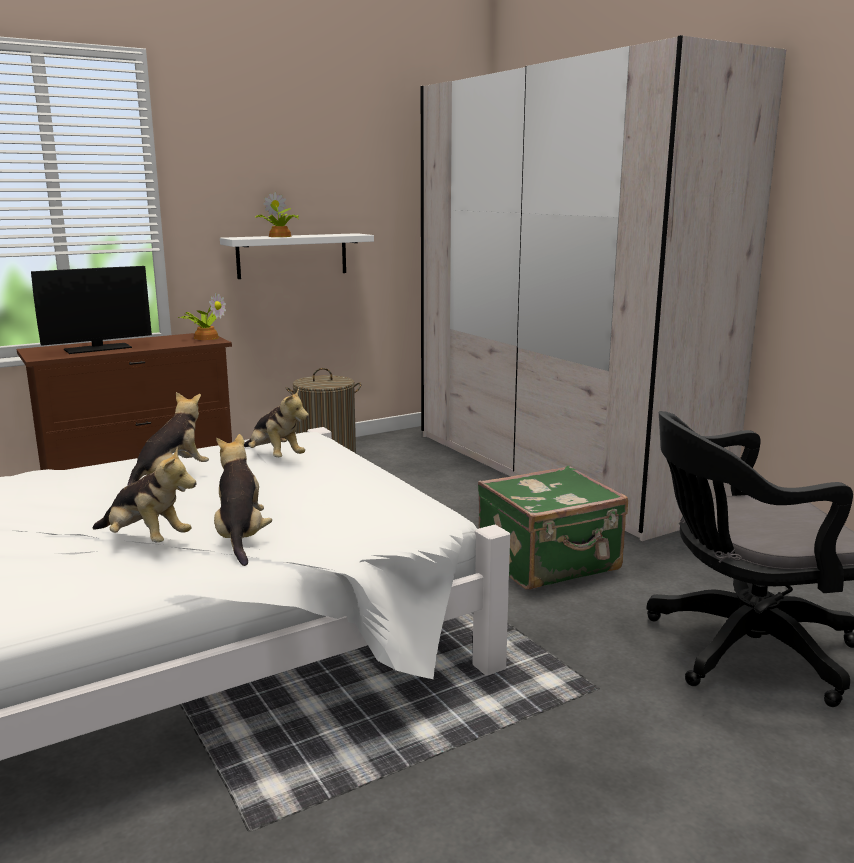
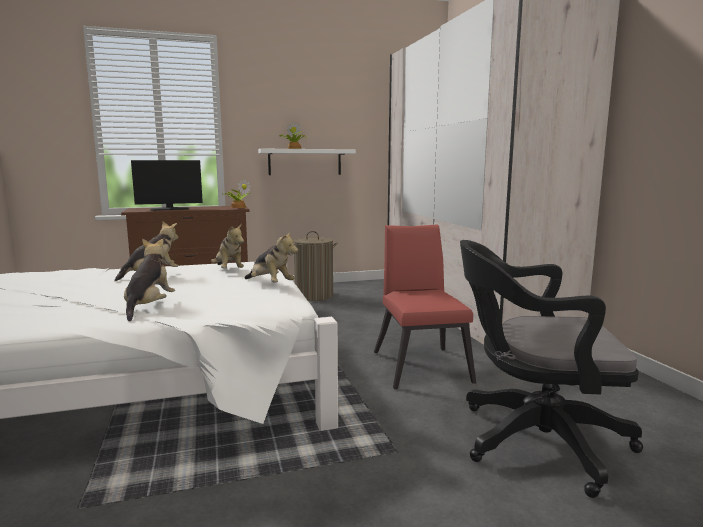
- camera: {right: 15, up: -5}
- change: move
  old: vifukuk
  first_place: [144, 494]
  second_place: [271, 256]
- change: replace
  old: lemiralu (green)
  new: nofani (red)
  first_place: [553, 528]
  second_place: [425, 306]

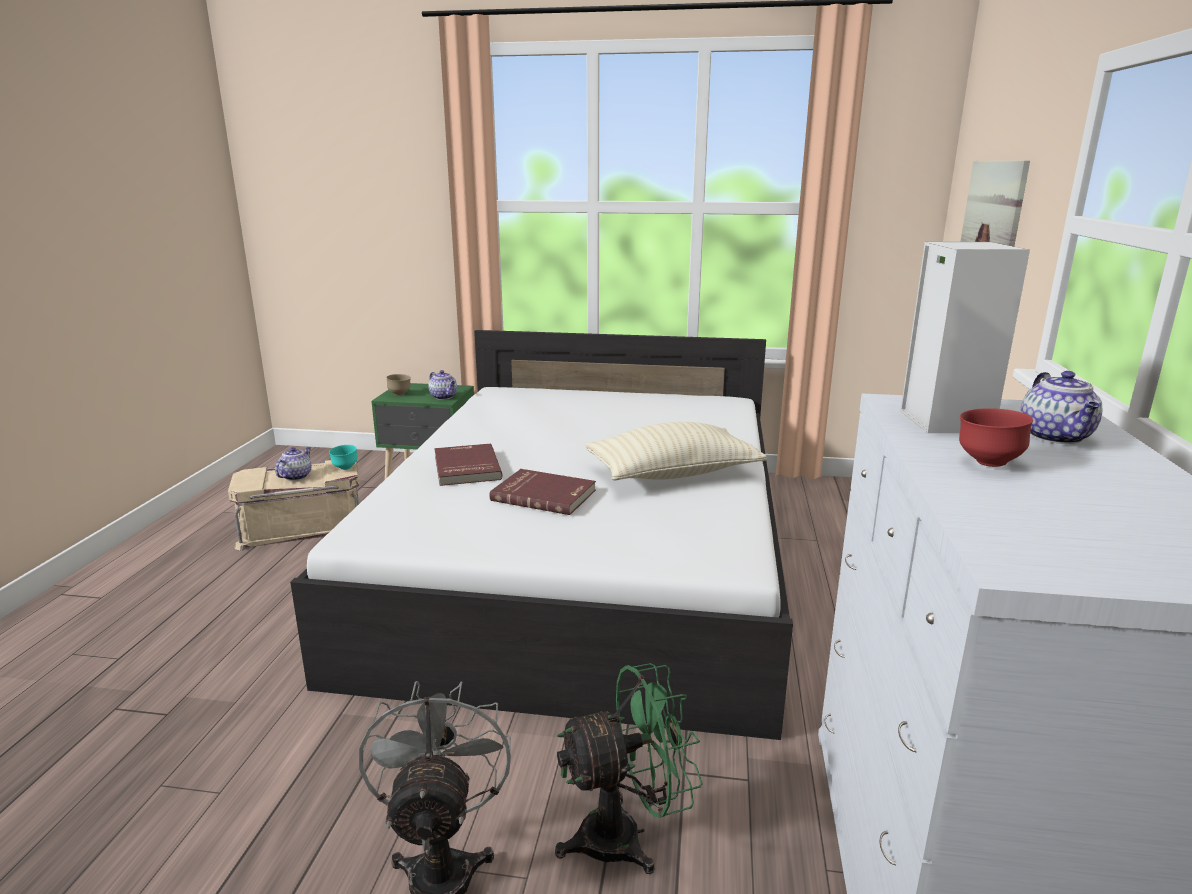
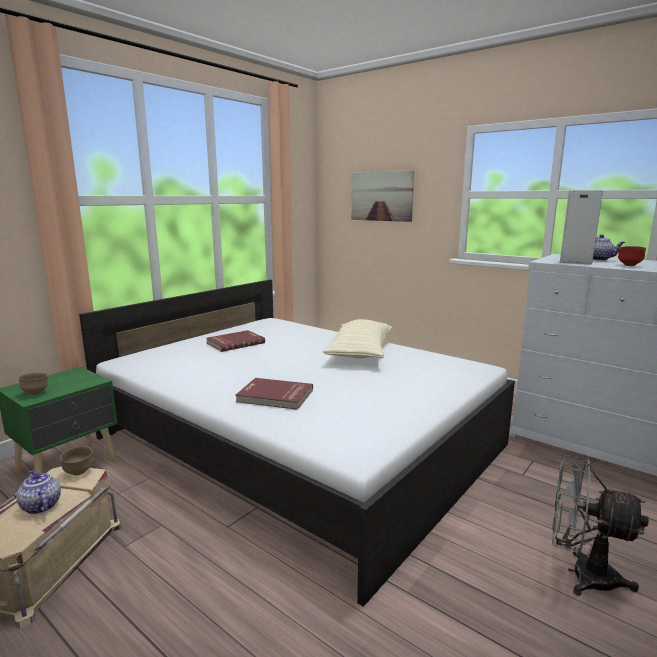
- camera: {right: -60, up: -5}
- change: recolor
  old: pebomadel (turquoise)
  new: pebomadel (brown)
  first_place: [343, 457]
  second_place: [76, 460]
- change: delete
  old: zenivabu
  first_place: [442, 385]
- change: move
  old: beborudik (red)
  first_place: [543, 492]
  second_place: [235, 341]
- change: delete
  old: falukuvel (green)
  first_place: [629, 768]

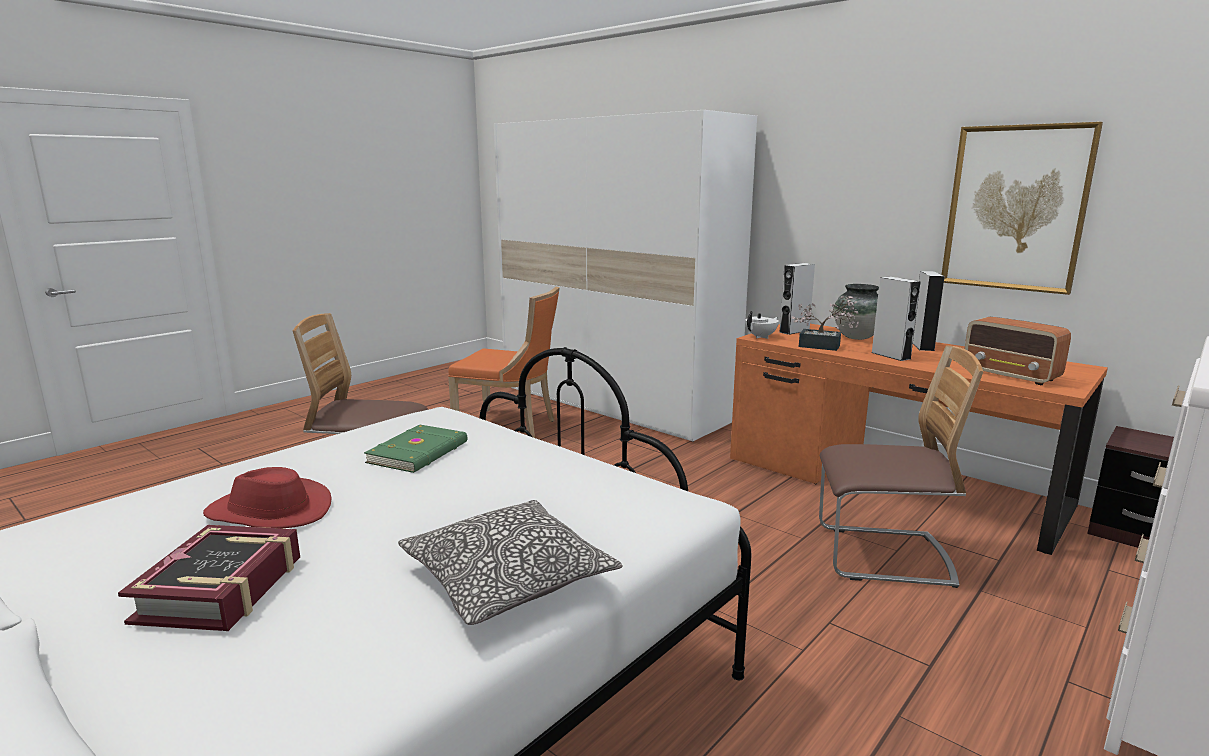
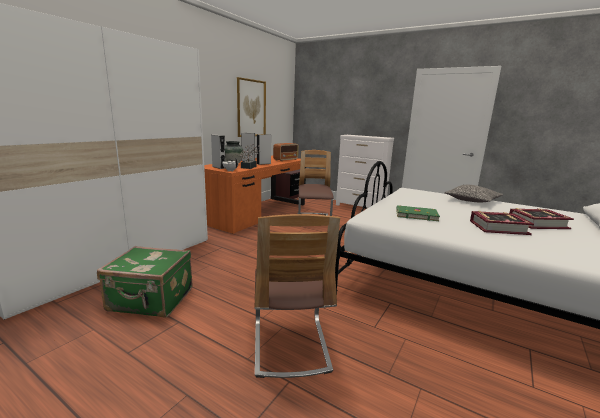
- camera: {right: -100, up: 0}
- change: replace
  old: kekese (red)
  new: beborudik
  first_place: [267, 497]
  second_place: [502, 223]
- change: replace
  old: nofani (orange)
  new: lemiralu (green)
  first_place: [504, 362]
  second_place: [144, 282]

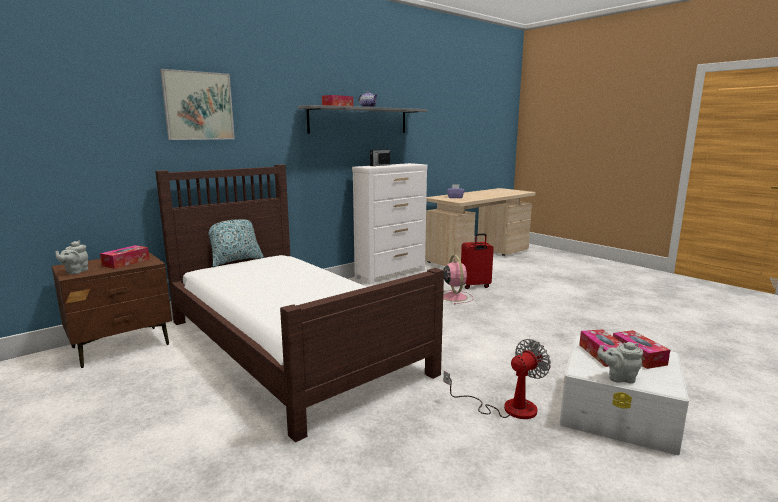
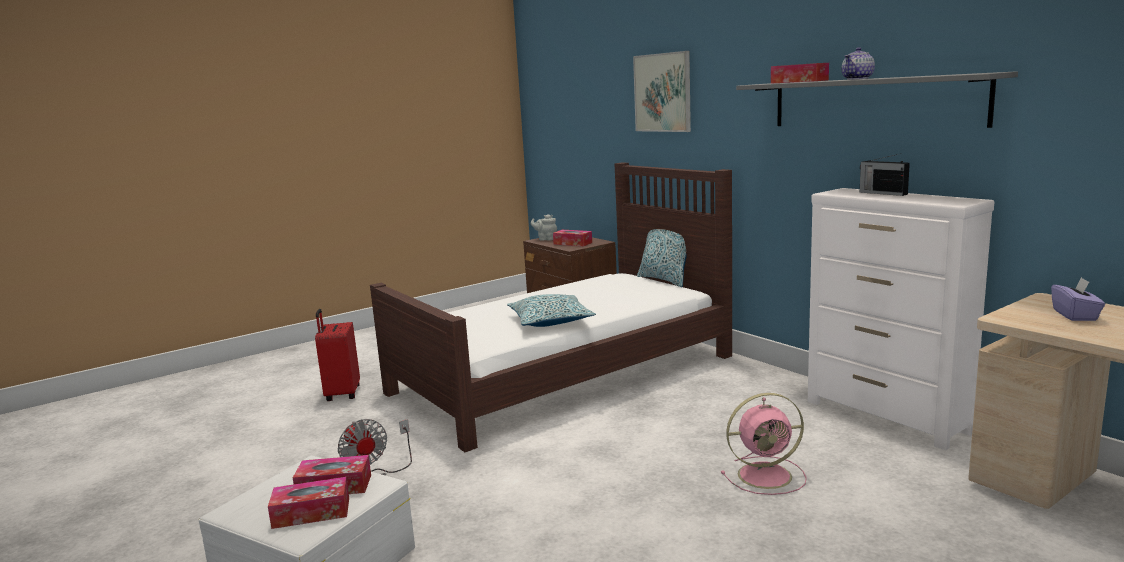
- camera: {right: 95, up: 0}
- change: move
  old: lemiralu (red)
  first_place: [477, 261]
  second_place: [337, 355]
- change: delete
  old: zenivabu (grey)
  first_place: [620, 363]
- change: insert
  new: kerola
  second_place: [551, 310]

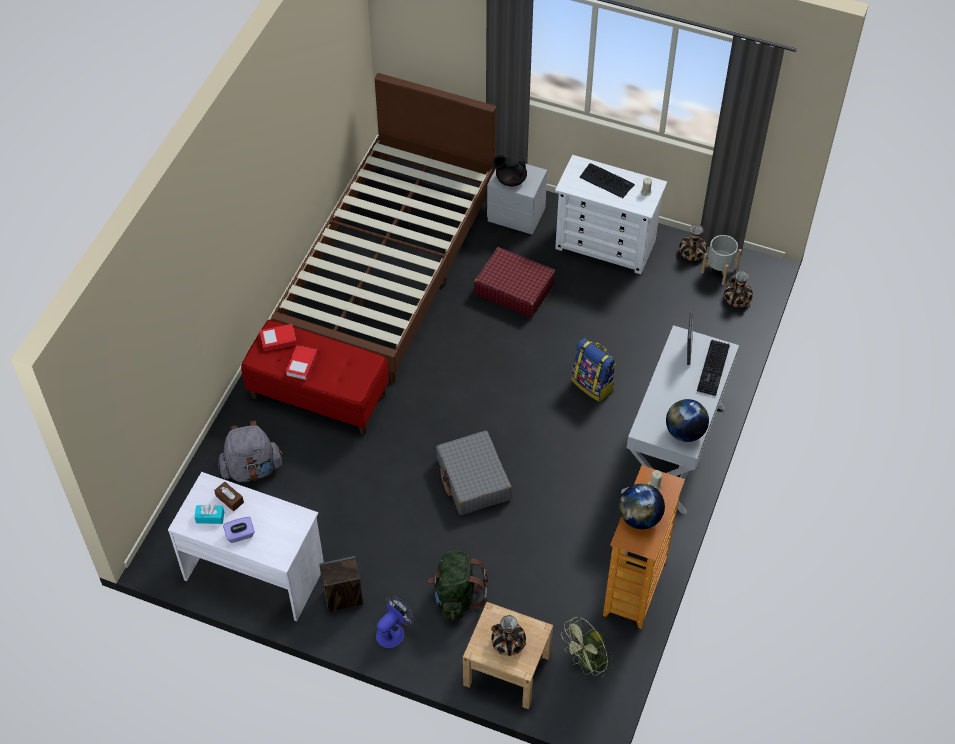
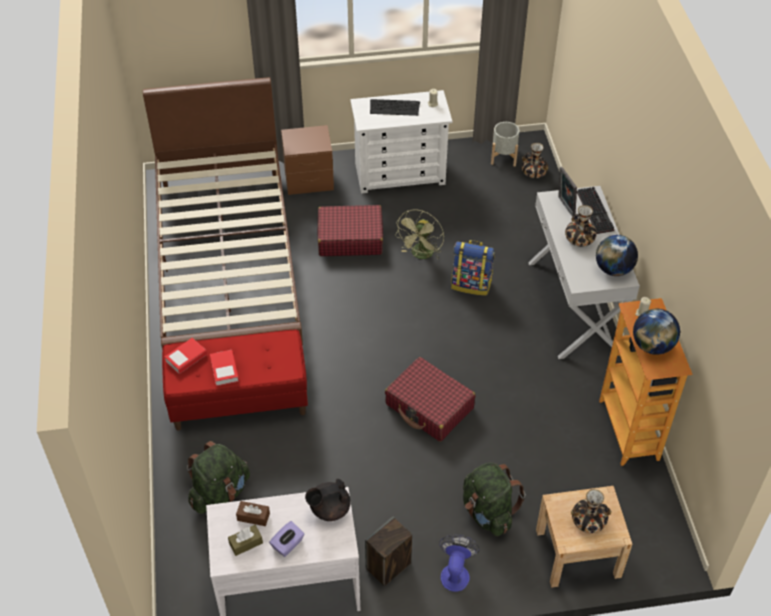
- camera: {right: -30, up: -5}
- change: recolor
  old: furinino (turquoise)
  new: furinino (brown)
  first_place: [209, 514]
  second_place: [245, 540]
- change: recolor
  old: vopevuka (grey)
  new: vopevuka (green)
  first_place: [250, 451]
  second_place: [218, 477]
- change: recolor
  old: lemiralu (grey)
  new: lemiralu (red)
  first_place: [474, 473]
  second_place: [430, 399]
- change: recolor
  old: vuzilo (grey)
  new: vuzilo (brown)
  first_place: [517, 199]
  second_place: [307, 160]
- change: move
  old: zenivabu (black)
  first_place: [510, 171]
  second_place: [328, 500]
- change: move
  old: falukuvel (green)
  first_place: [587, 646]
  second_place: [419, 234]
- change: move
  old: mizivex
  first_place: [693, 242]
  second_place: [581, 226]

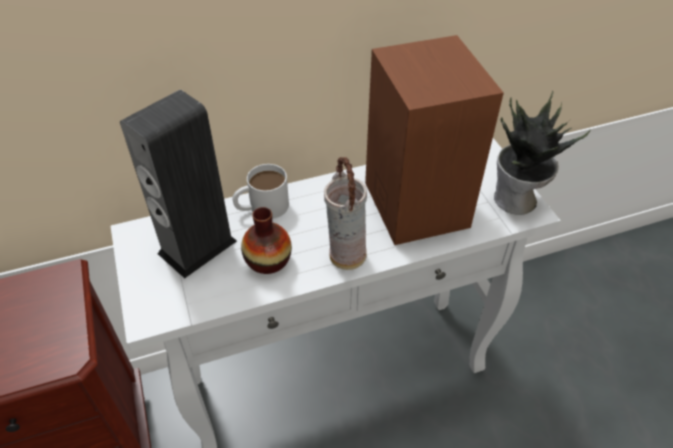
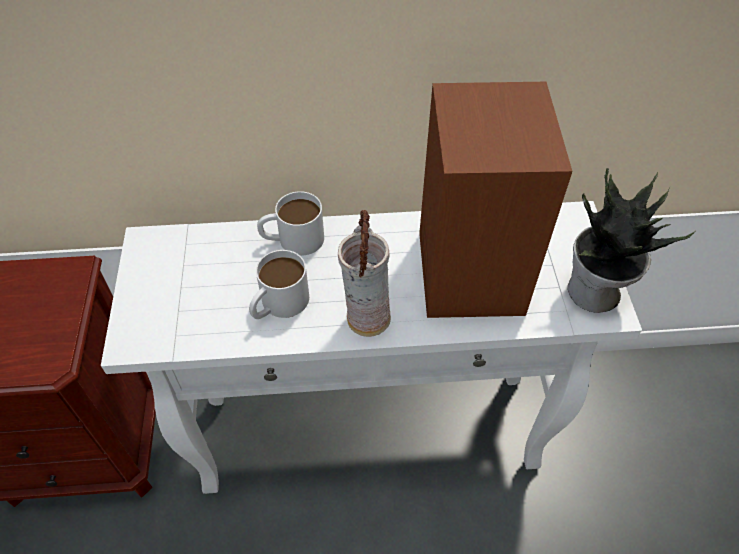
- camera: {right: 15, up: 5}
- change: delete
  old: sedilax
  first_place: [178, 184]
- change: replace
  old: mizivex
  new: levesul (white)
  first_place: [266, 240]
  second_place: [279, 284]

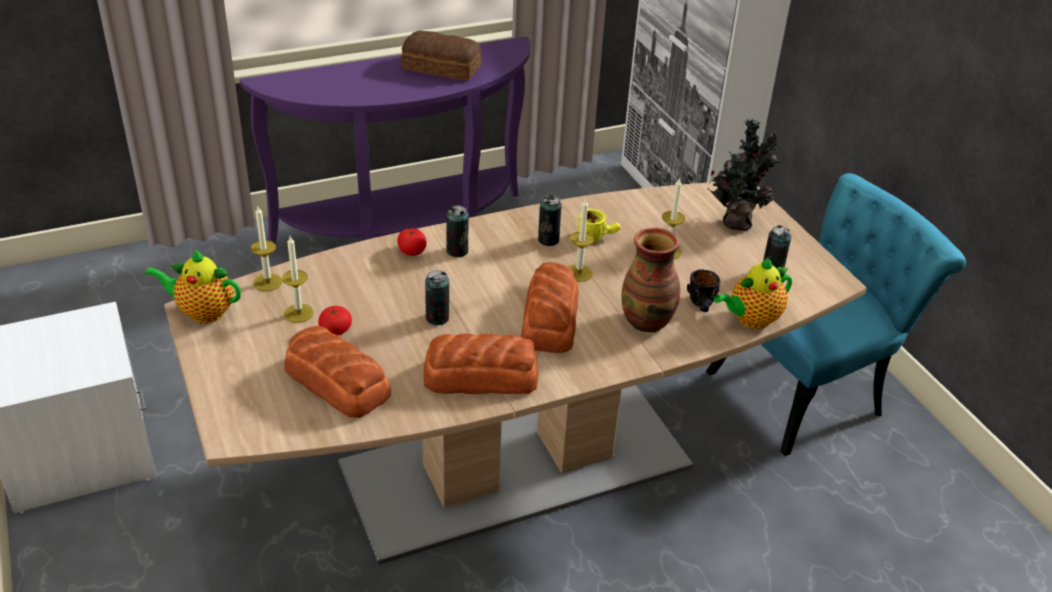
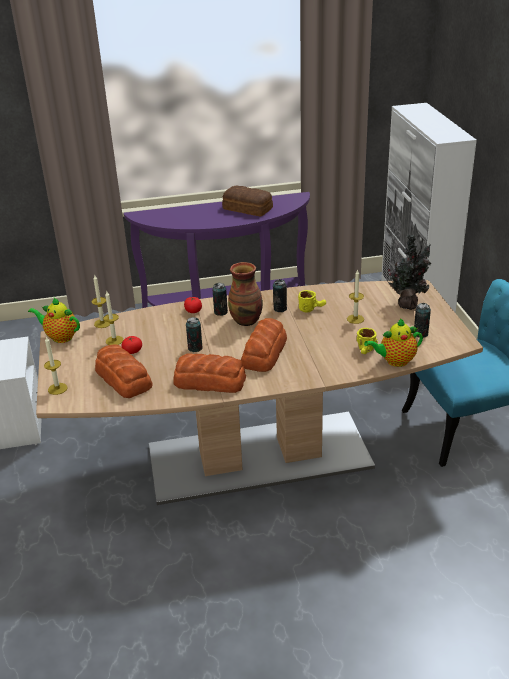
- camera: {right: 15, up: -5}
- change: move
  old: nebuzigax
  first_place: [581, 240]
  second_place: [55, 365]
- change: move
  old: mizivex
  first_place: [650, 280]
  second_place: [245, 294]
- change: recolor
  old: levesul (black)
  new: levesul (yellow)
  first_place: [703, 290]
  second_place: [367, 341]

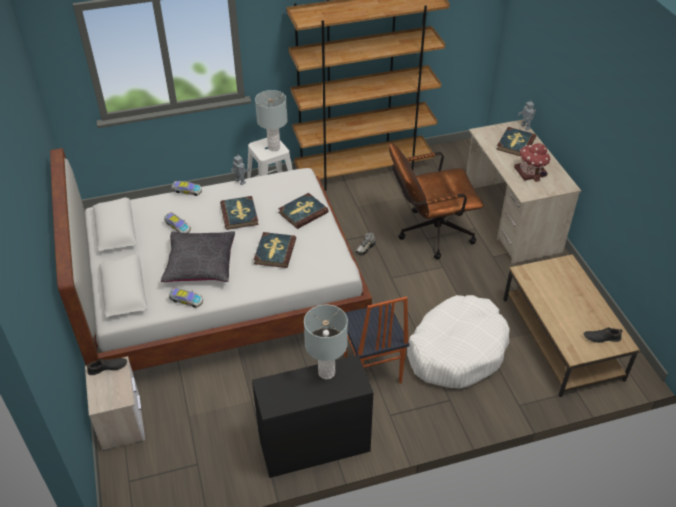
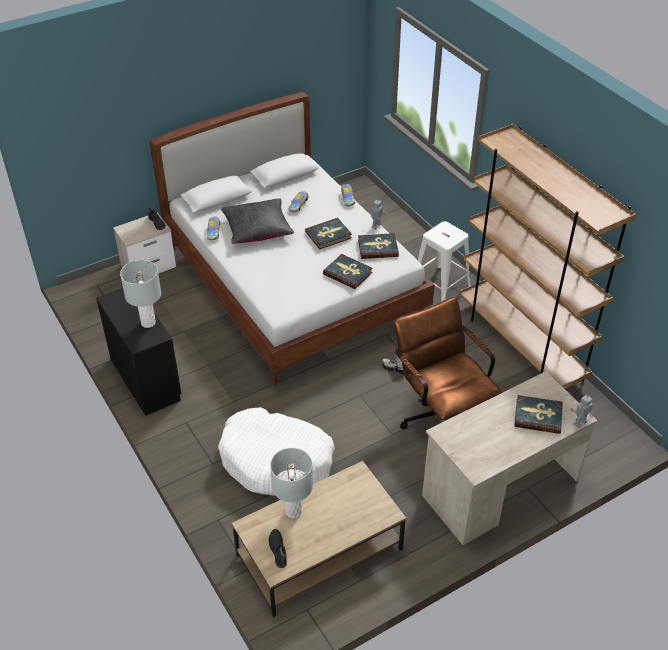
- camera: {right: 75, up: 0}
- change: move
  old: beborudik
  first_place: [275, 250]
  second_place: [378, 246]
- change: move
  old: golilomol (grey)
  first_place: [271, 120]
  second_place: [291, 483]
- change: delete
  old: nofani
  first_place: [376, 340]
- change: delete
  old: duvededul
  first_place: [532, 162]

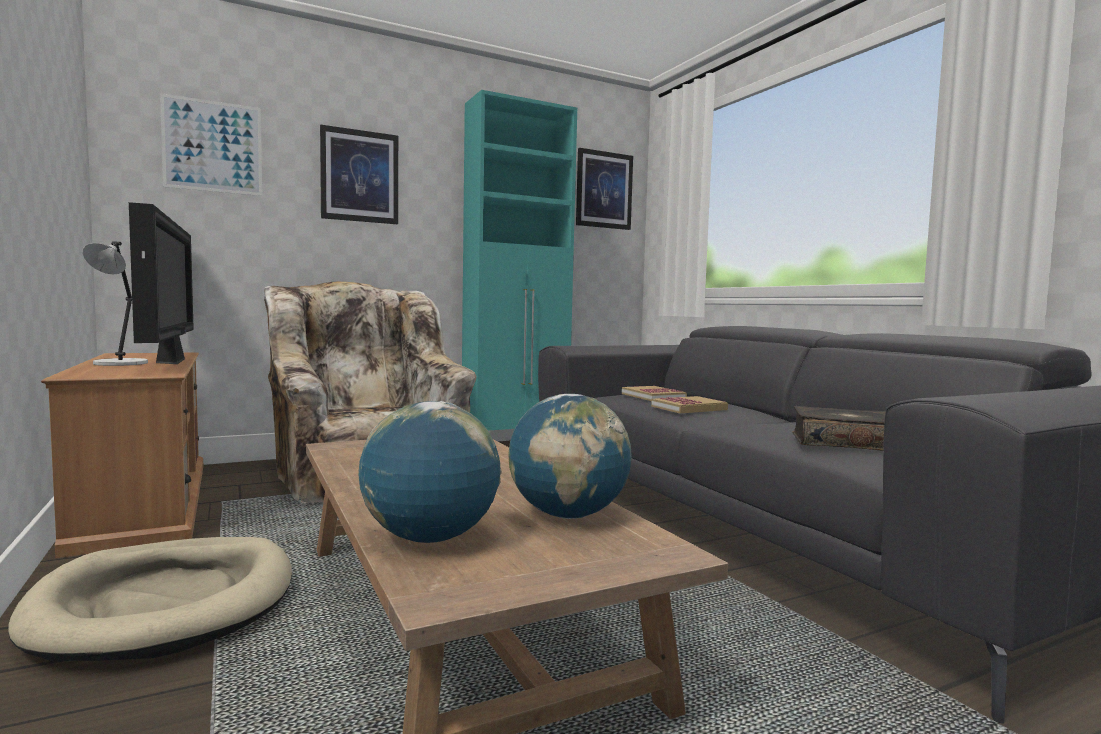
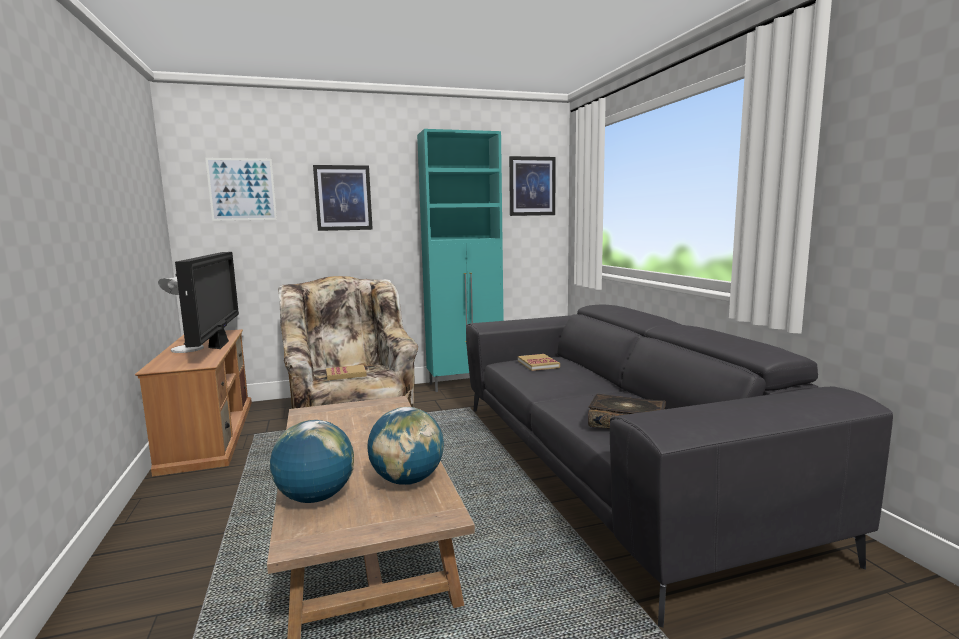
- camera: {right: 10, up: 5}
- change: delete
  old: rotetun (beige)
  first_place: [150, 599]
- change: move
  old: beborudik
  first_place: [689, 404]
  second_place: [346, 373]

